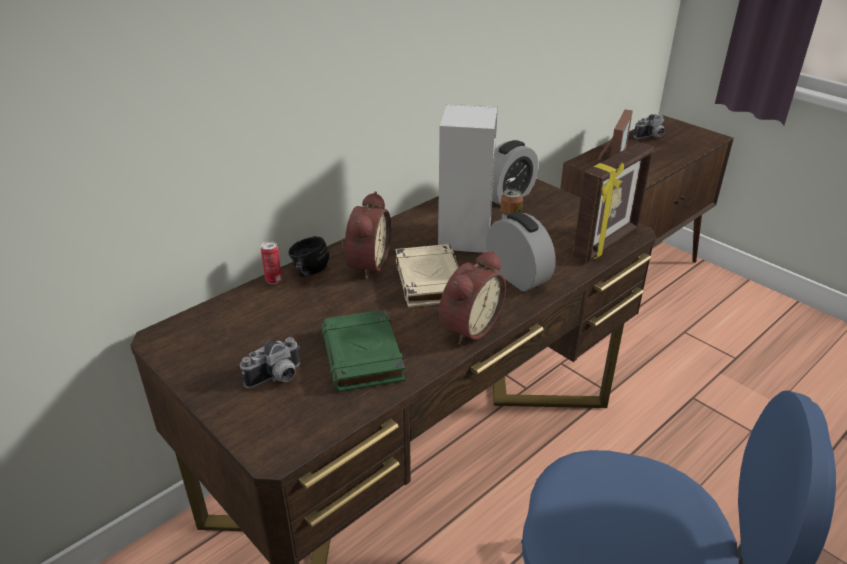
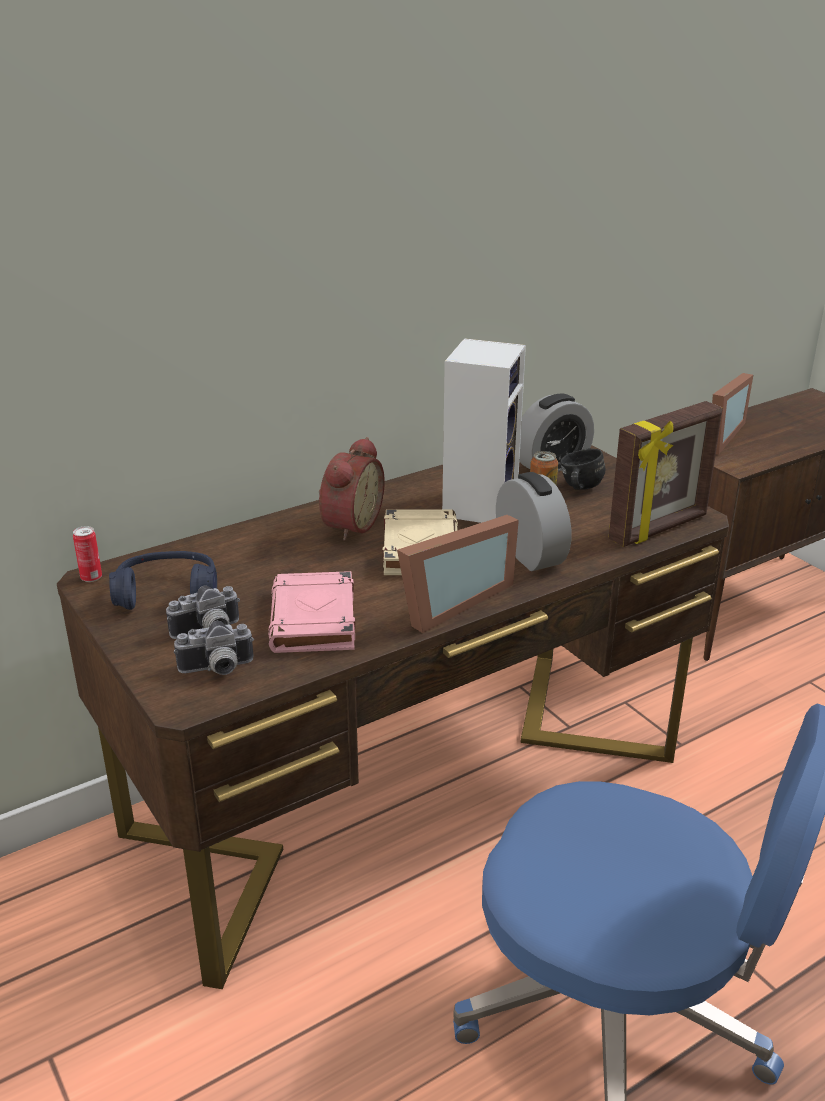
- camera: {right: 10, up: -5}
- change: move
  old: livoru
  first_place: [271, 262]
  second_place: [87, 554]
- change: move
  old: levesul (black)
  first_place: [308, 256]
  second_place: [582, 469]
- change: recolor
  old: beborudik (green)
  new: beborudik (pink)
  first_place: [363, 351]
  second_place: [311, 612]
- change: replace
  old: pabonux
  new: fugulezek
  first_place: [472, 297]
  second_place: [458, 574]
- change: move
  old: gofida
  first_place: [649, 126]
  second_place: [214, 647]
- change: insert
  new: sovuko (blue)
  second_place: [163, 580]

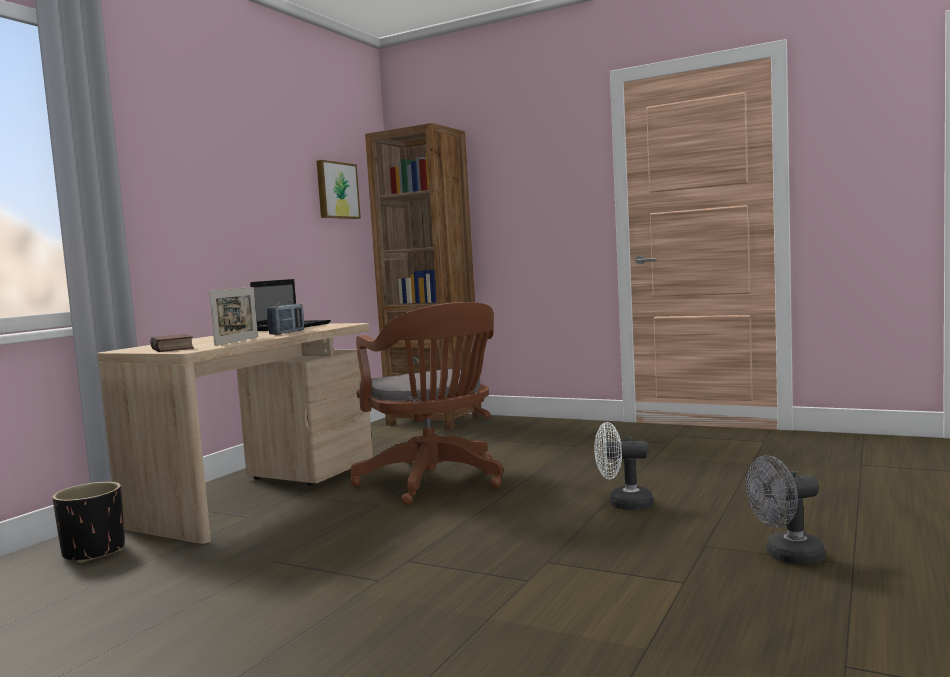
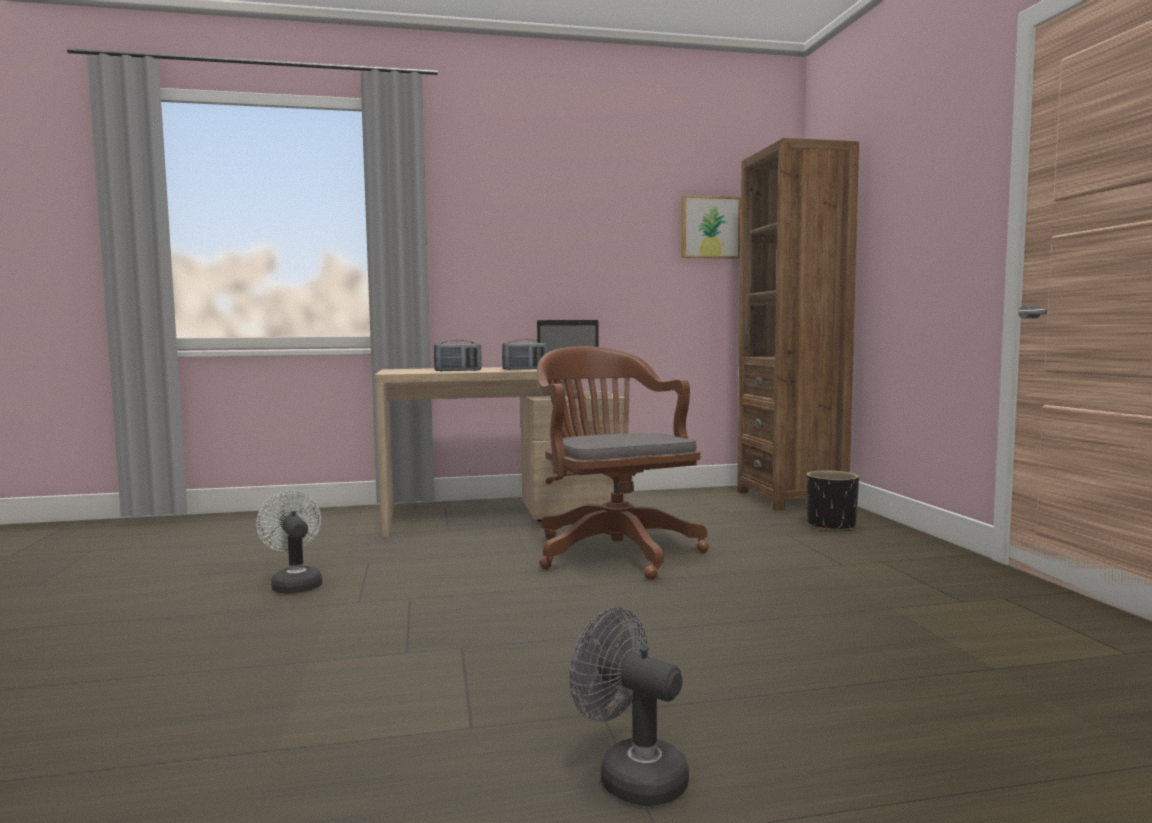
- camera: {right: 50, up: 0}
- change: move
  old: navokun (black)
  first_place: [88, 522]
  second_place: [833, 500]
- change: delete
  old: beborudik
  first_place: [172, 343]
- change: replace
  old: fugulezek
  new: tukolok
  first_place: [233, 316]
  second_place: [458, 355]
- change: rotate
  old: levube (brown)
  first_place: [427, 403]
  second_place: [623, 463]
  degrees: 135
- change: move
  old: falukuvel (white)
  first_place: [623, 466]
  second_place: [289, 542]

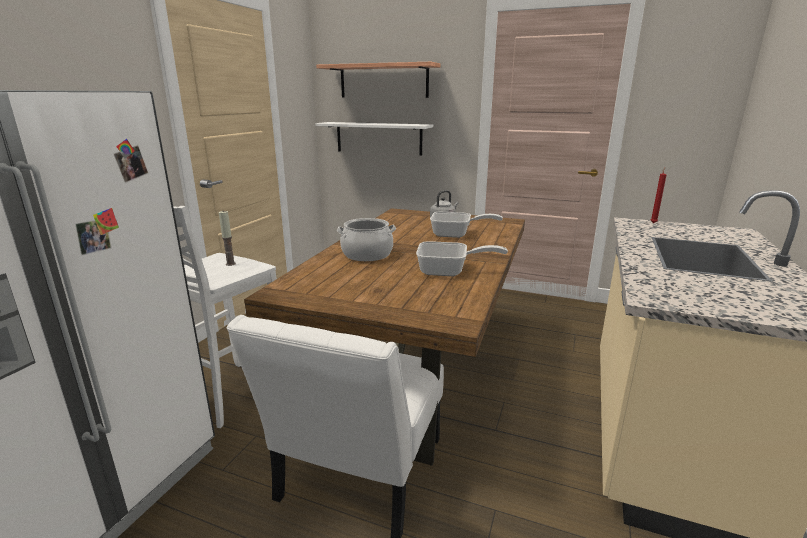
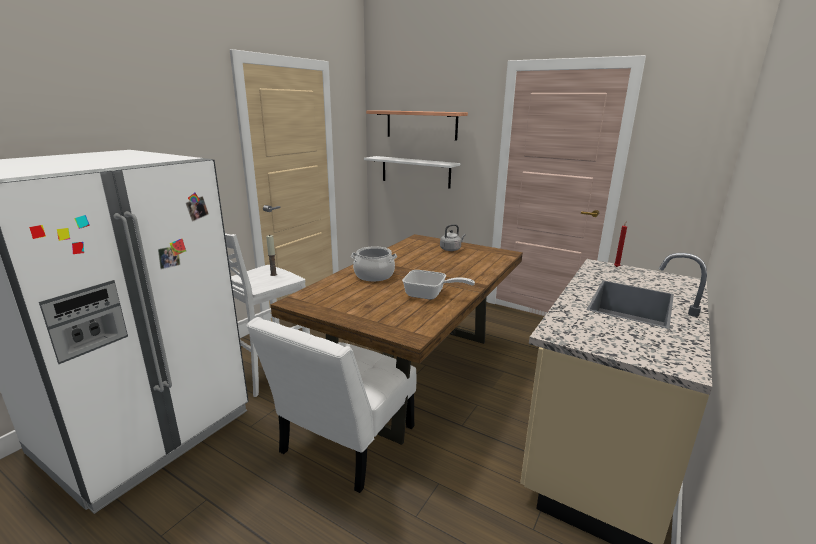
- camera: {right: 10, up: 0}
- change: delete
  old: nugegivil
  first_place: [466, 225]

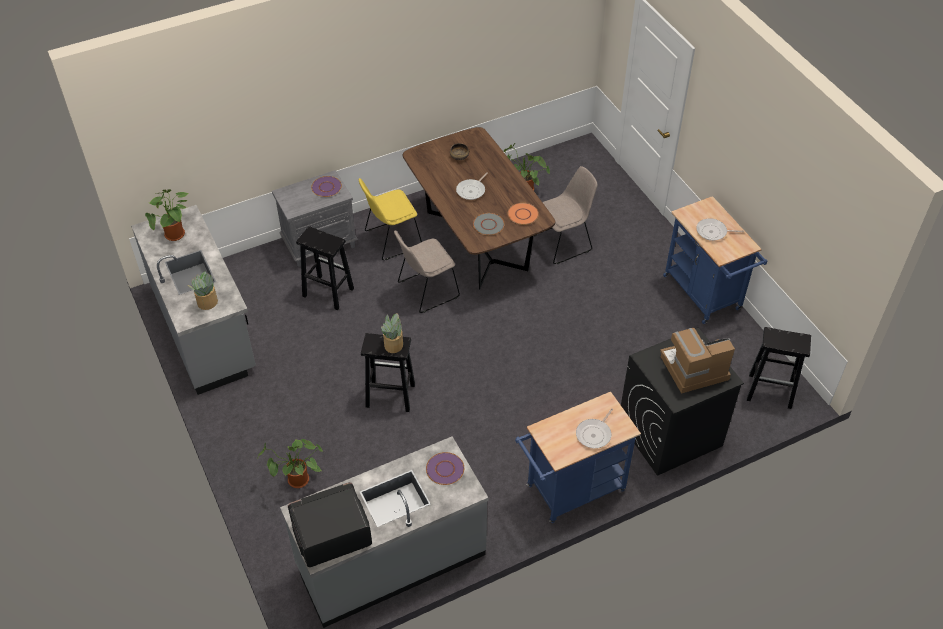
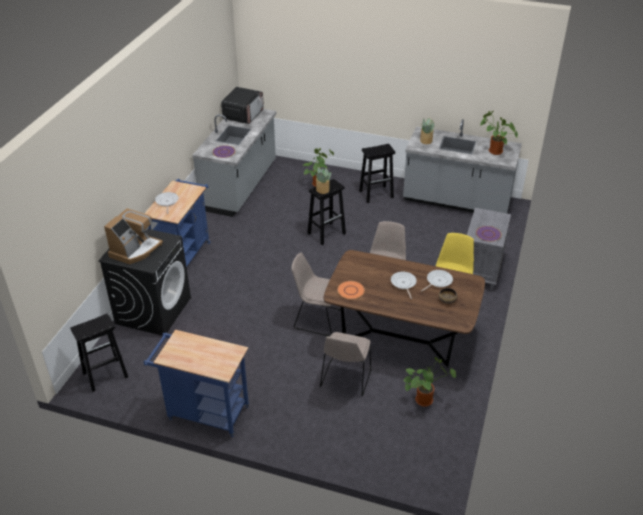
- camera: {right: 135, up: -10}
- change: move
  old: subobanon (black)
  first_place: [325, 268]
  second_place: [377, 173]
- change: delete
  old: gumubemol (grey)
  first_place: [489, 224]
- change: move
  old: nugegivil
  first_place: [720, 229]
  second_place: [437, 281]
- change: insert
  new: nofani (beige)
  second_place: [316, 294]

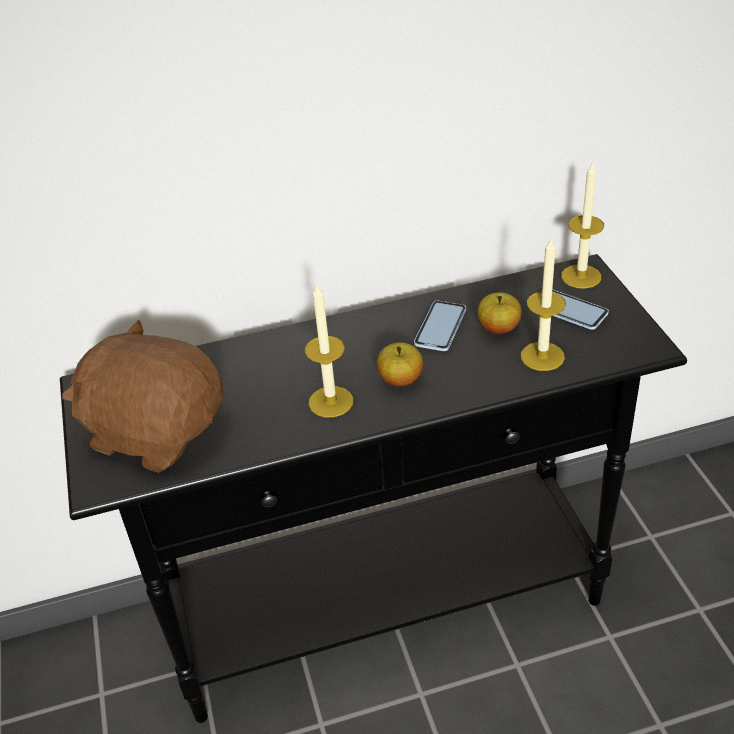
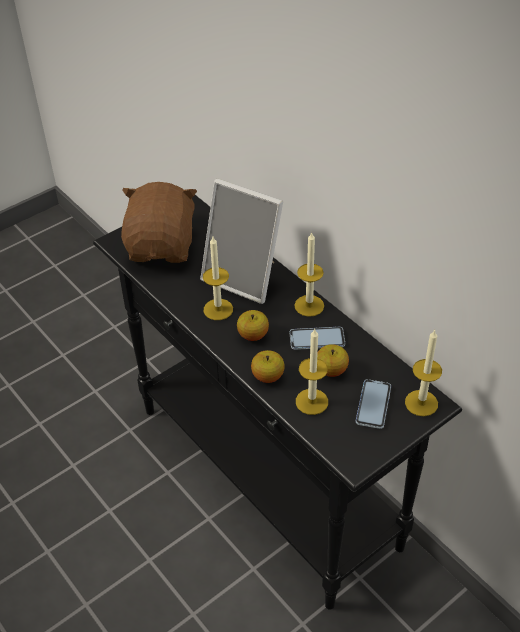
- camera: {right: 65, up: 5}
- change: insert
  new: fugulezek
  second_place: [241, 241]
- change: insert
  new: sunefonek
  second_place: [268, 366]
- change: insert
  new: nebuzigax
  second_place: [309, 274]

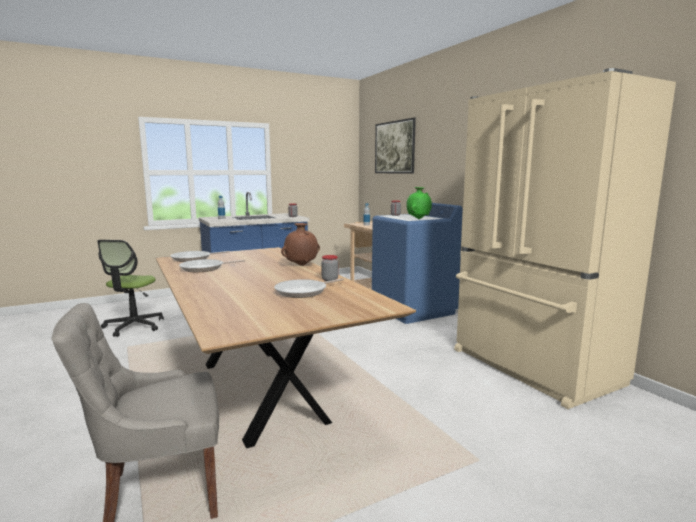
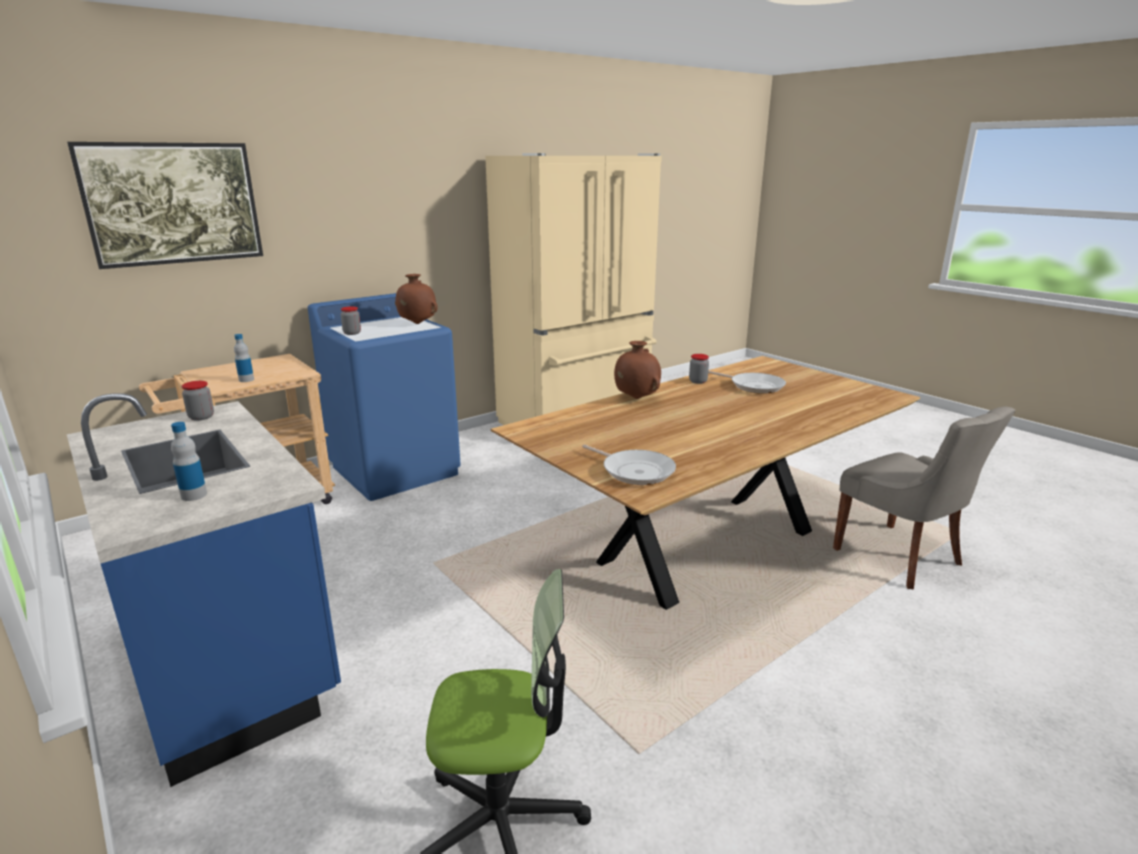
- camera: {right: -100, up: 10}
- change: delete
  old: nugegivil
  first_place: [212, 265]
- change: recolor
  old: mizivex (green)
  new: mizivex (brown)
  first_place: [419, 203]
  second_place: [416, 299]

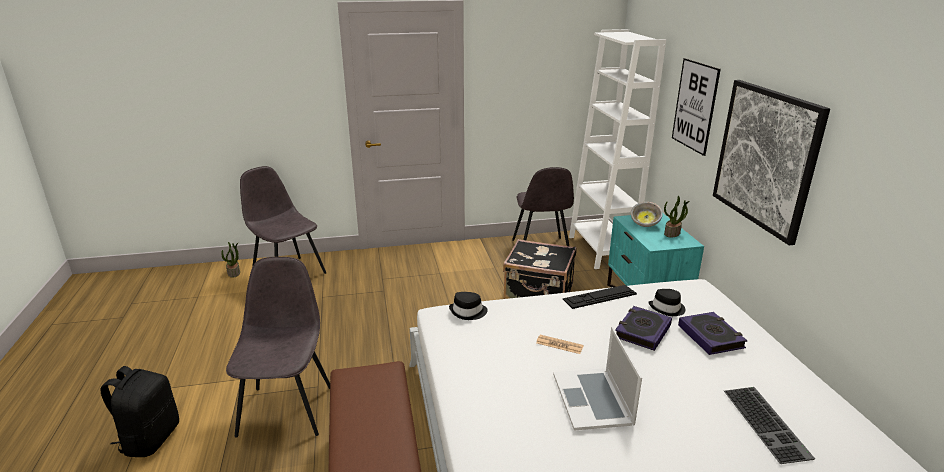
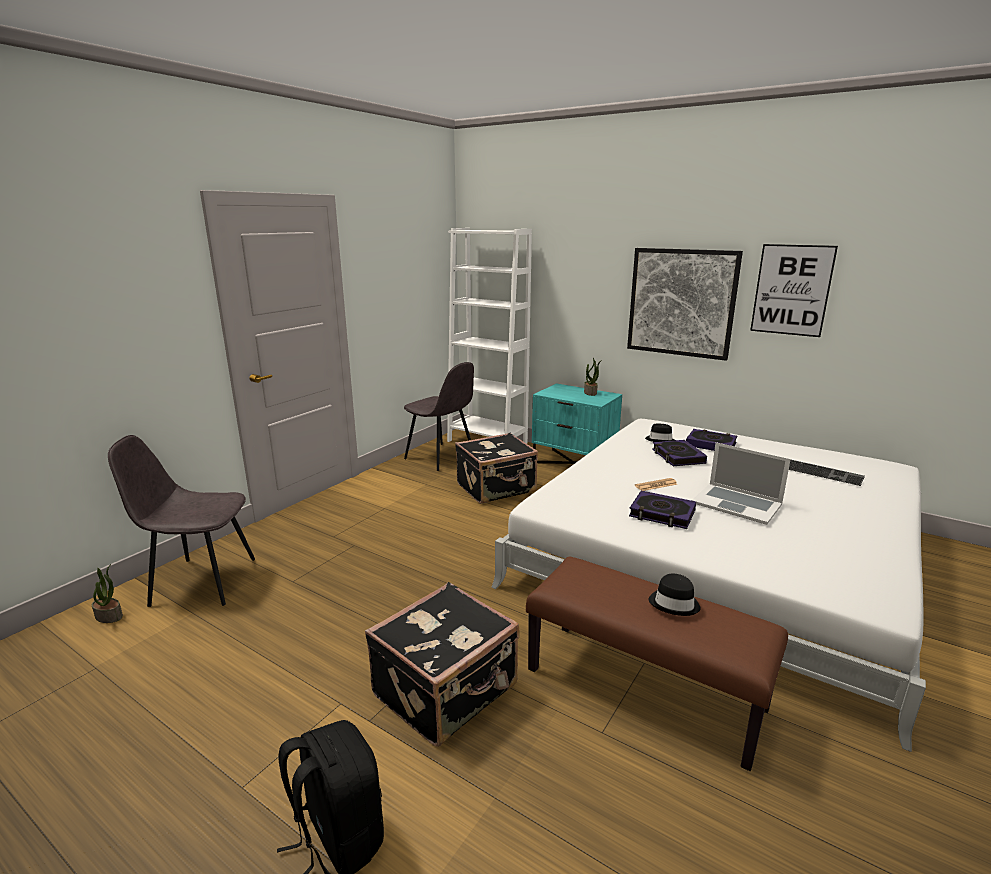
- camera: {right: -45, up: -5}
- change: replace
  old: nofani (grey)
  new: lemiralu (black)
  first_place: [278, 347]
  second_place: [442, 664]
- change: move
  old: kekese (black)
  first_place: [468, 306]
  second_place: [674, 594]
- change: delete
  old: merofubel
  first_place: [600, 297]
- change: delete
  old: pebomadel
  first_place: [647, 214]
- change: move
  old: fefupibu
  first_place: [696, 107]
  second_place: [794, 290]
- change: insert
  new: beborudik
  second_place: [662, 510]

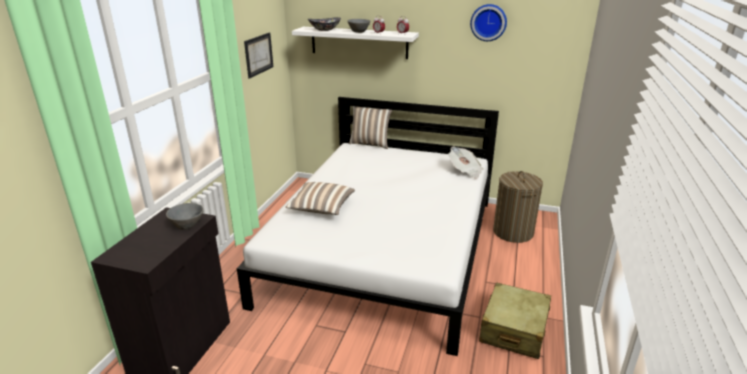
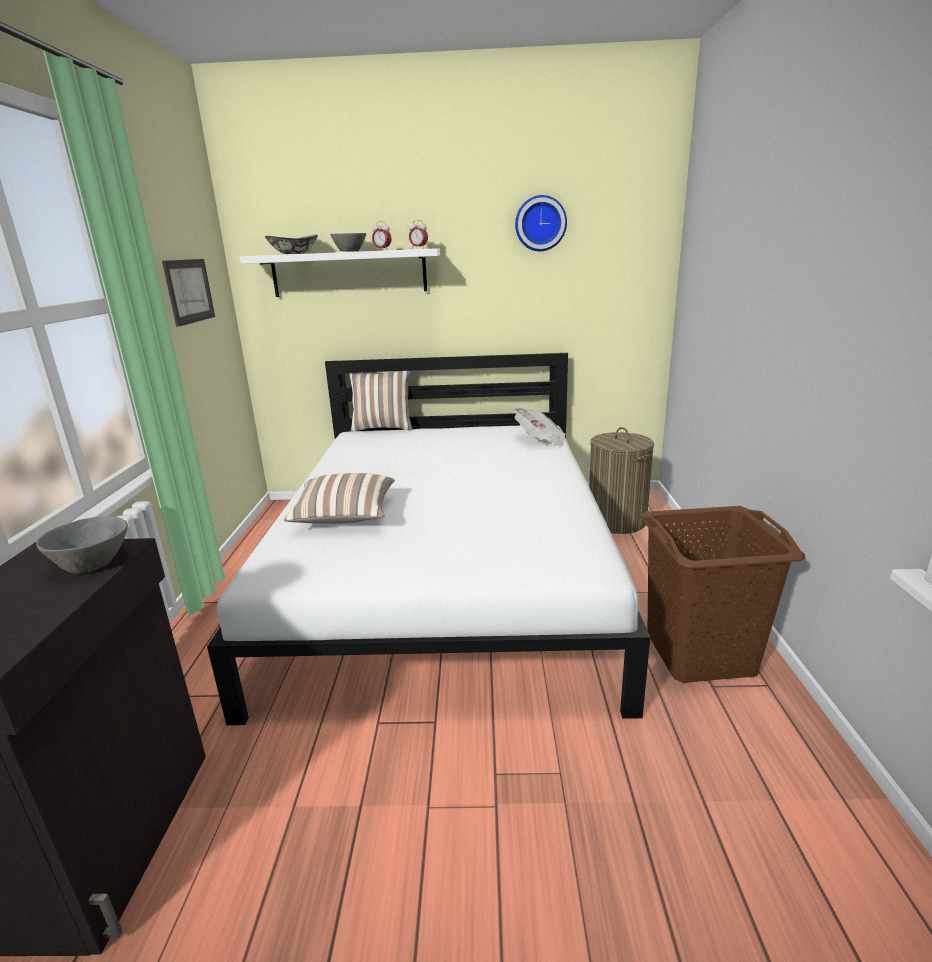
- camera: {right: -15, up: -5}
- change: replace
  old: lemiralu (beige)
  new: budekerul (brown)
  first_place: [515, 320]
  second_place: [723, 594]

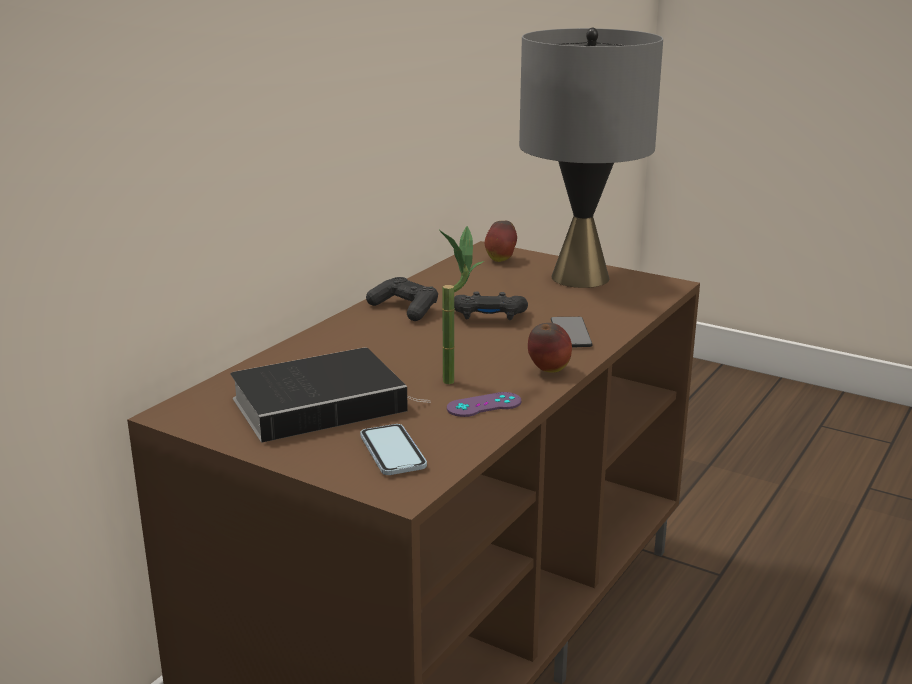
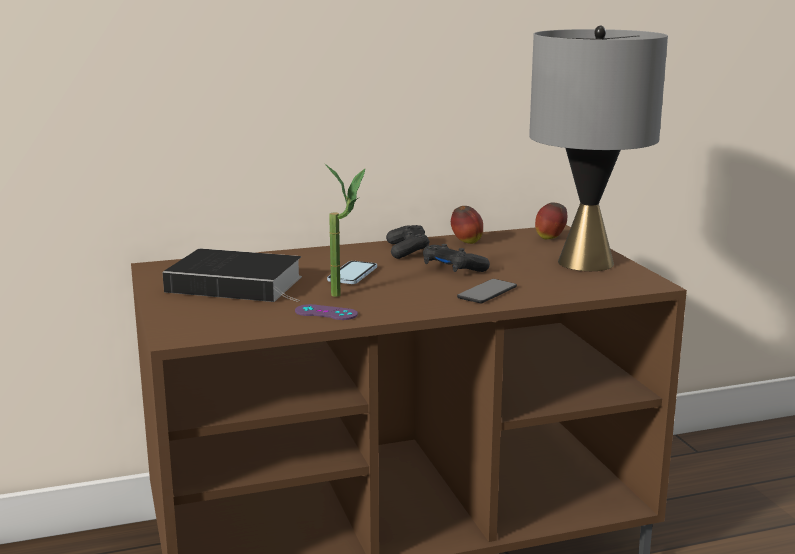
- camera: {right: 40, up: -5}
- change: move
  old: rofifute
  first_place: [393, 449]
  second_place: [352, 272]
- change: move
  old: sunefonek
  first_place: [550, 348]
  second_place: [467, 225]

